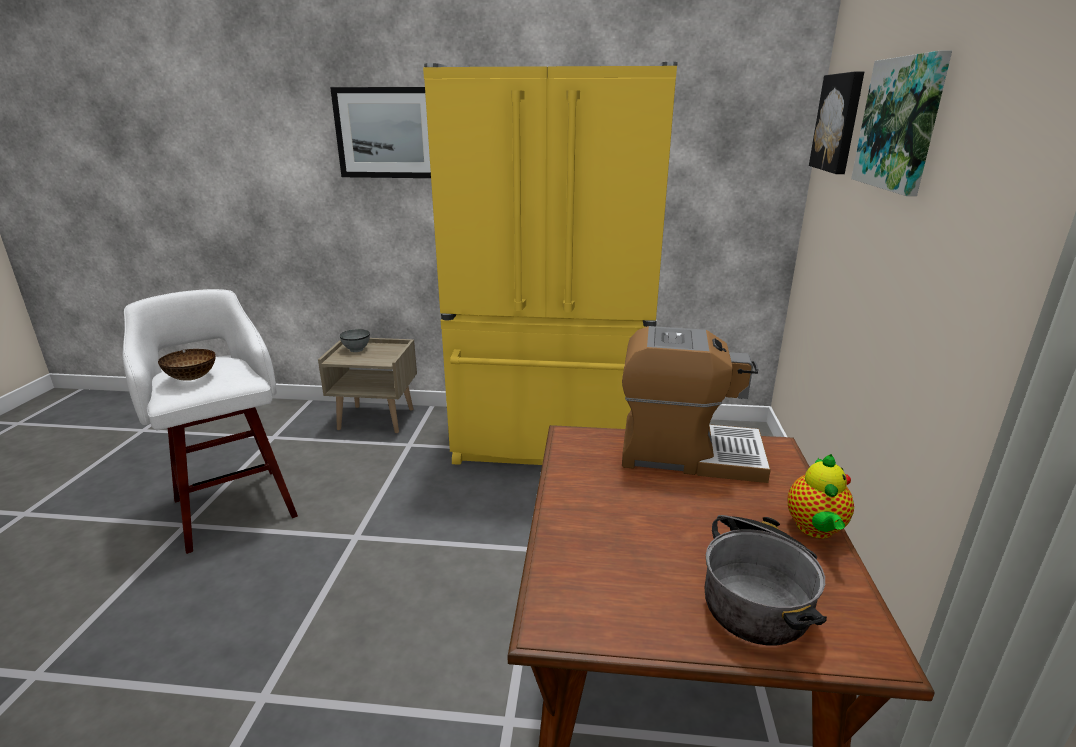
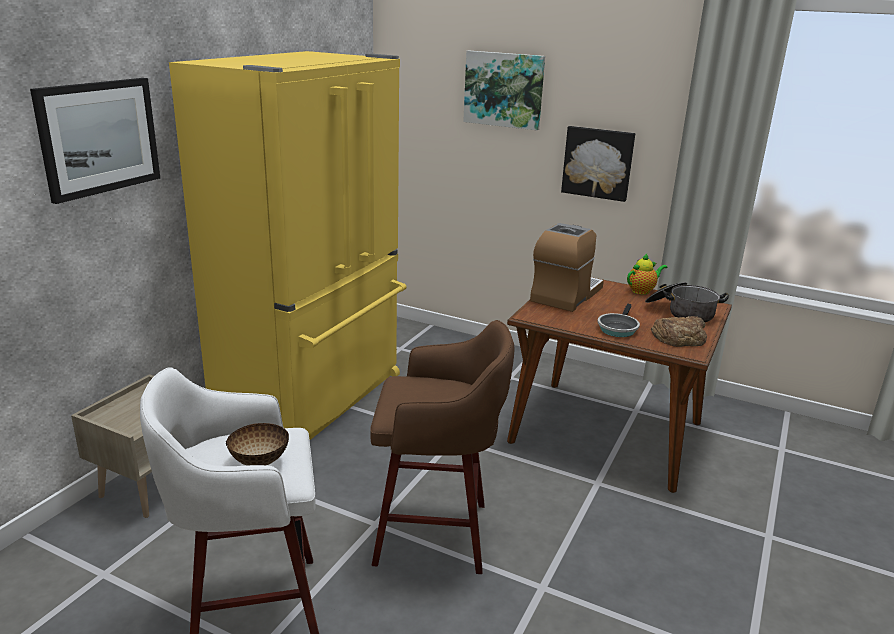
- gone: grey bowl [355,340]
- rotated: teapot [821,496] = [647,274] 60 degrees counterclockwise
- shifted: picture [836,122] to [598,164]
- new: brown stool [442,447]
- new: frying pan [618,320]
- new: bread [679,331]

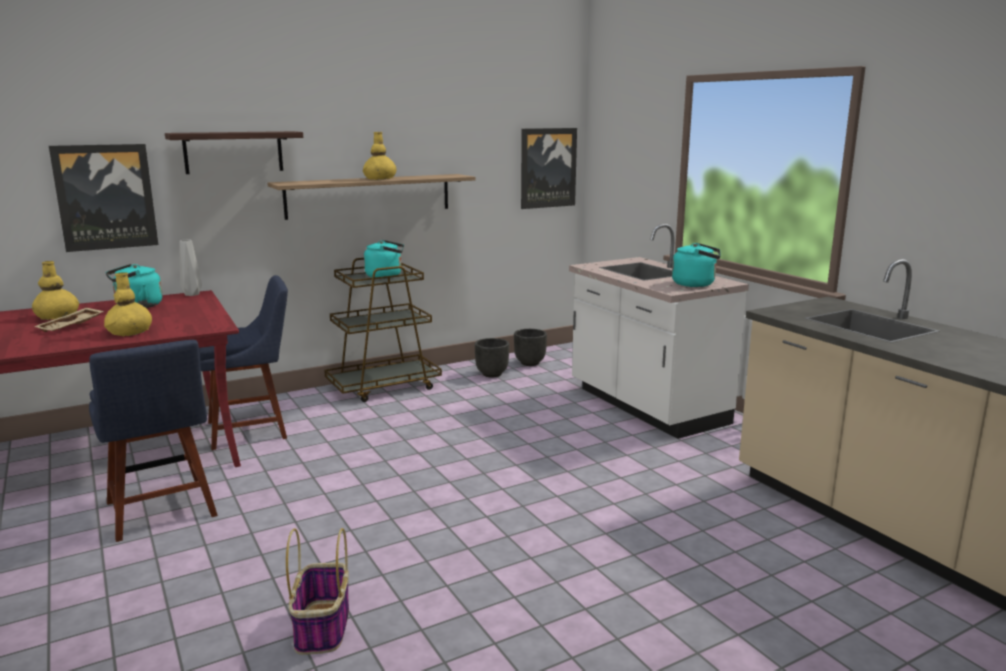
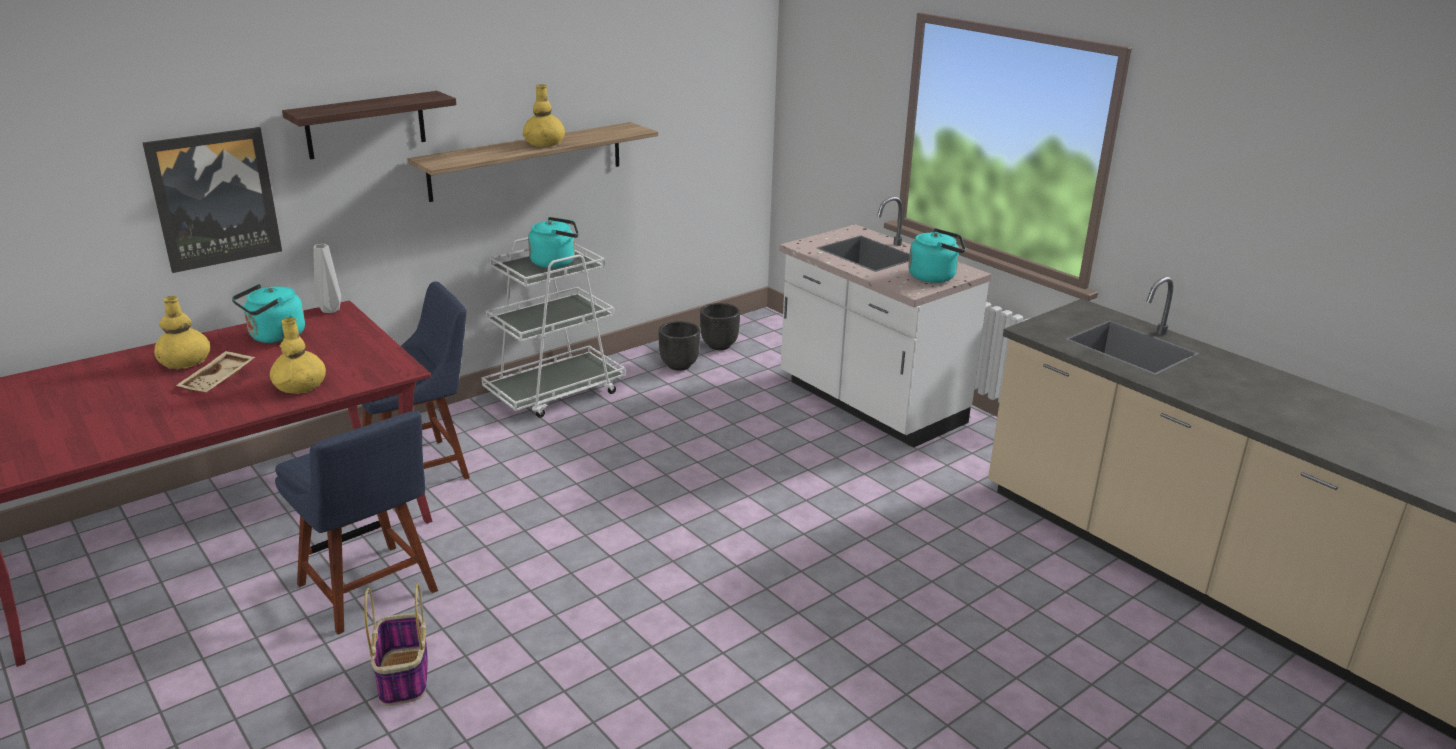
- shifted: basket [317,591] to [396,644]
- repainted: brown cart [383,330] to white cart [553,327]
- gone: picture [549,168]

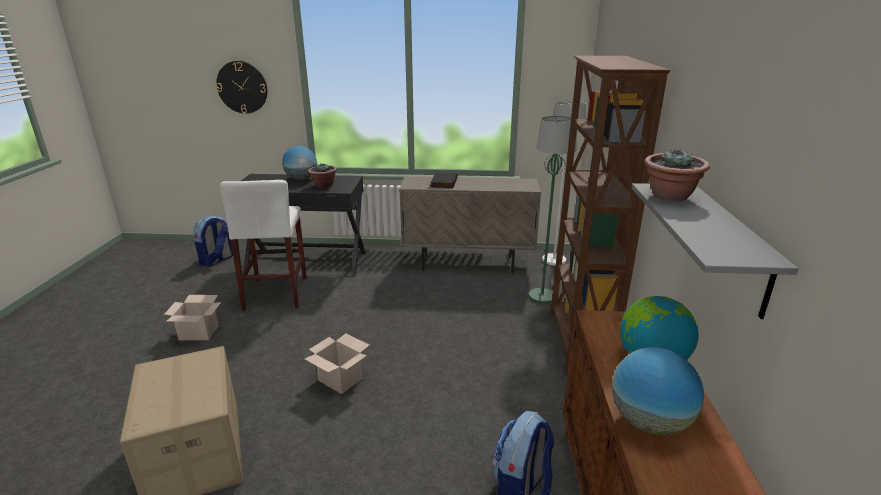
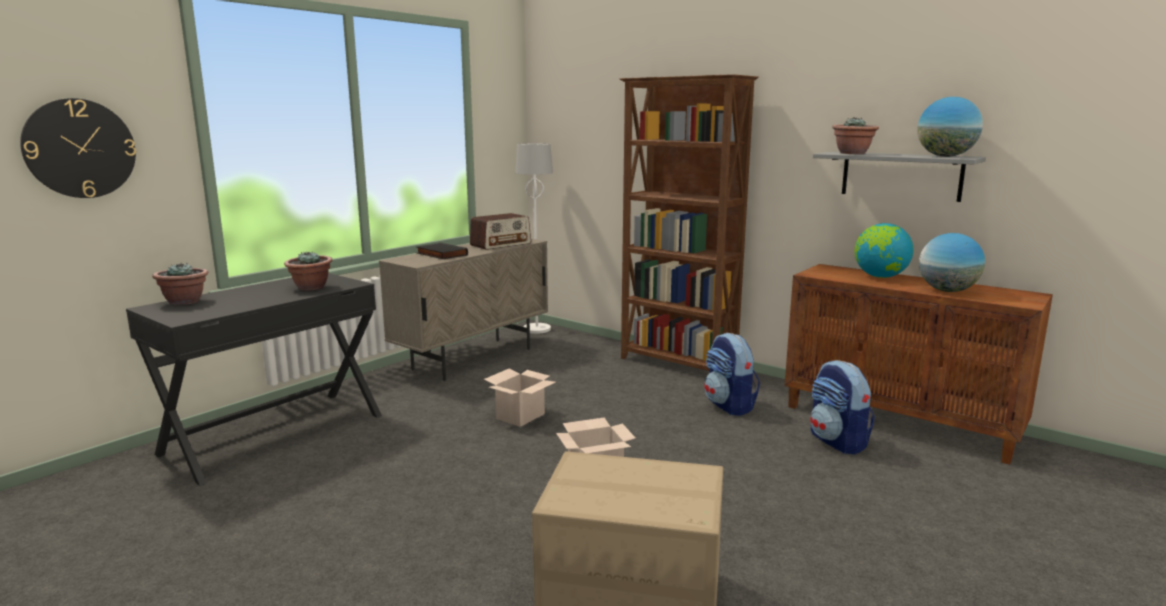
- shifted: cardboard box [192,317] to [520,398]
- shifted: backpack [213,241] to [732,374]
- gone: white stool [263,245]
- shifted: globe [299,163] to [950,127]
- gone: green floor lamp [553,210]
- new: potted plant [180,283]
- new: radio [500,231]

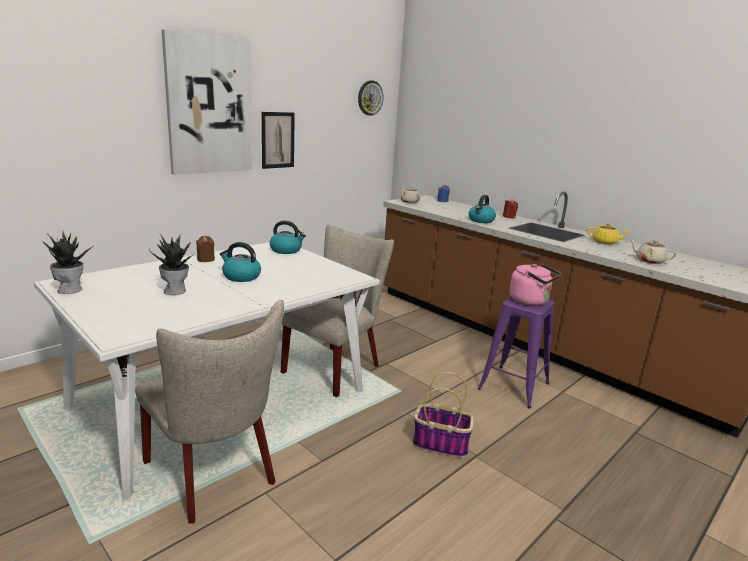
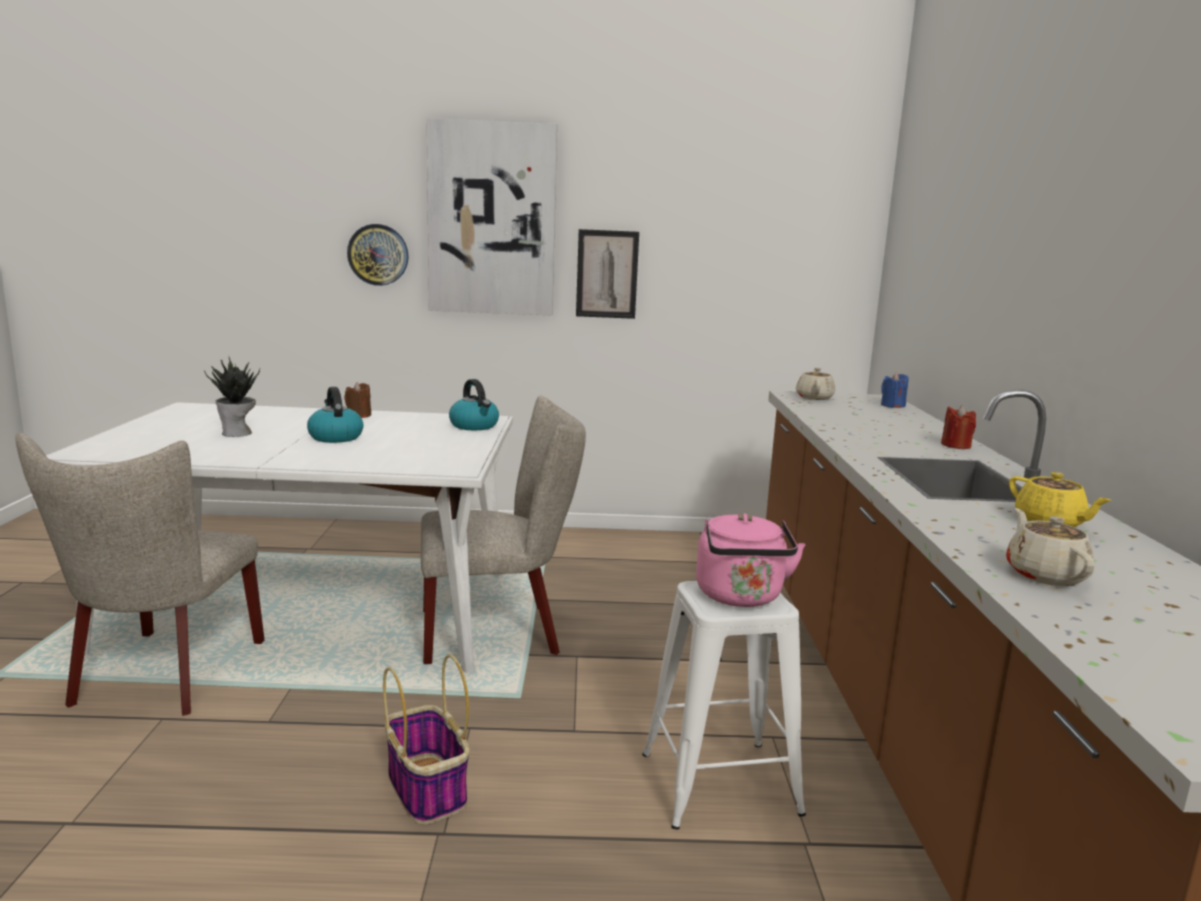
- gone: potted plant [67,262]
- shifted: wall clock [370,98] to [378,255]
- gone: kettle [482,209]
- repainted: purple stool [516,353] to white stool [724,705]

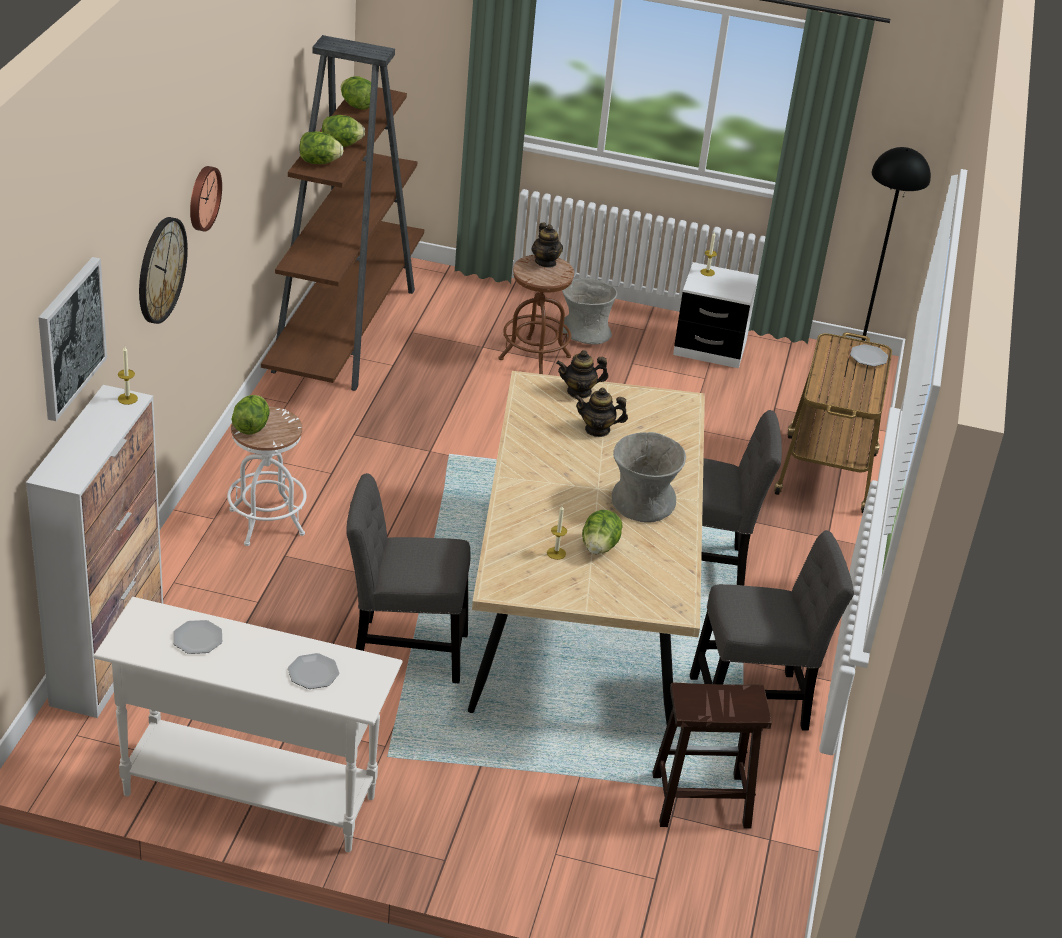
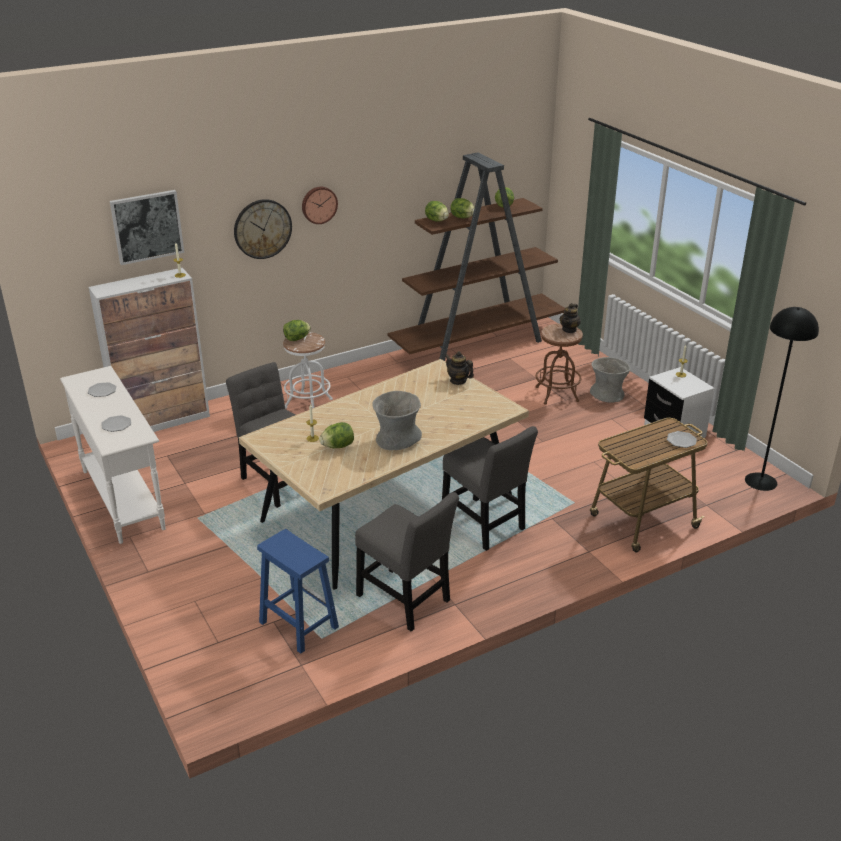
- gone: teapot [601,412]
- repainted: brown stool [712,756] to blue stool [298,591]

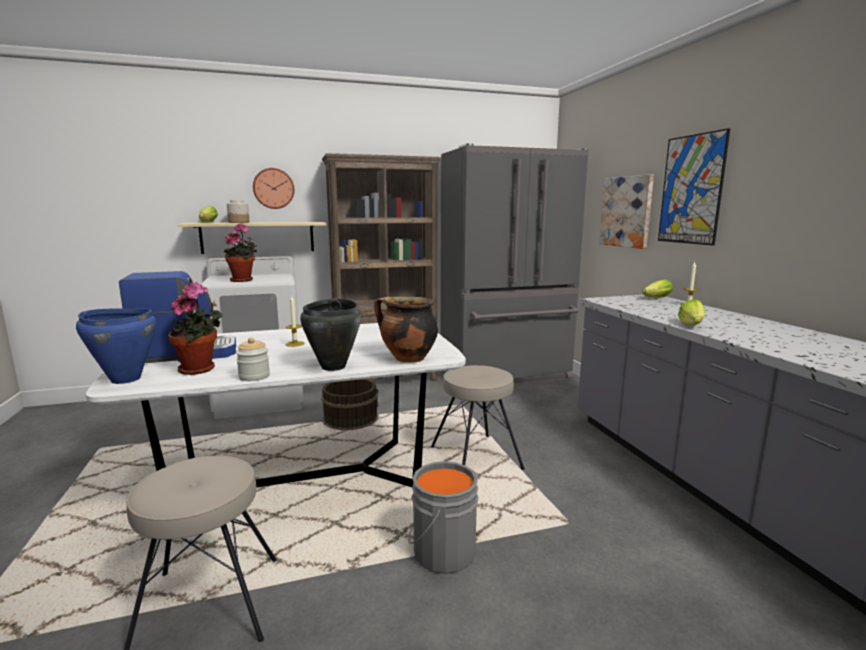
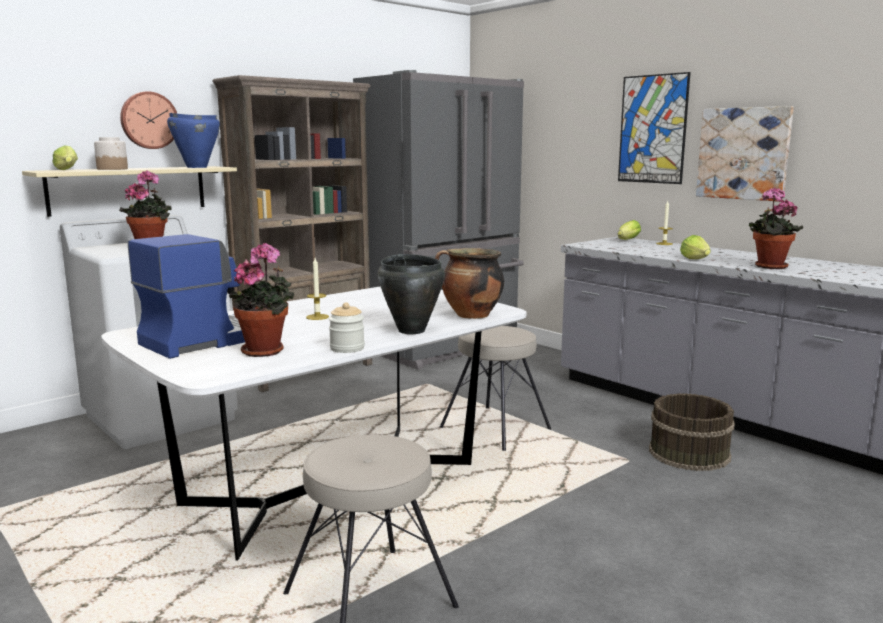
- shifted: blue cooking pot [116,346] to [193,140]
- shifted: brown bucket [349,404] to [692,432]
- gone: grey bucket [443,517]
- shifted: picture [626,211] to [745,153]
- new: potted plant [776,228]

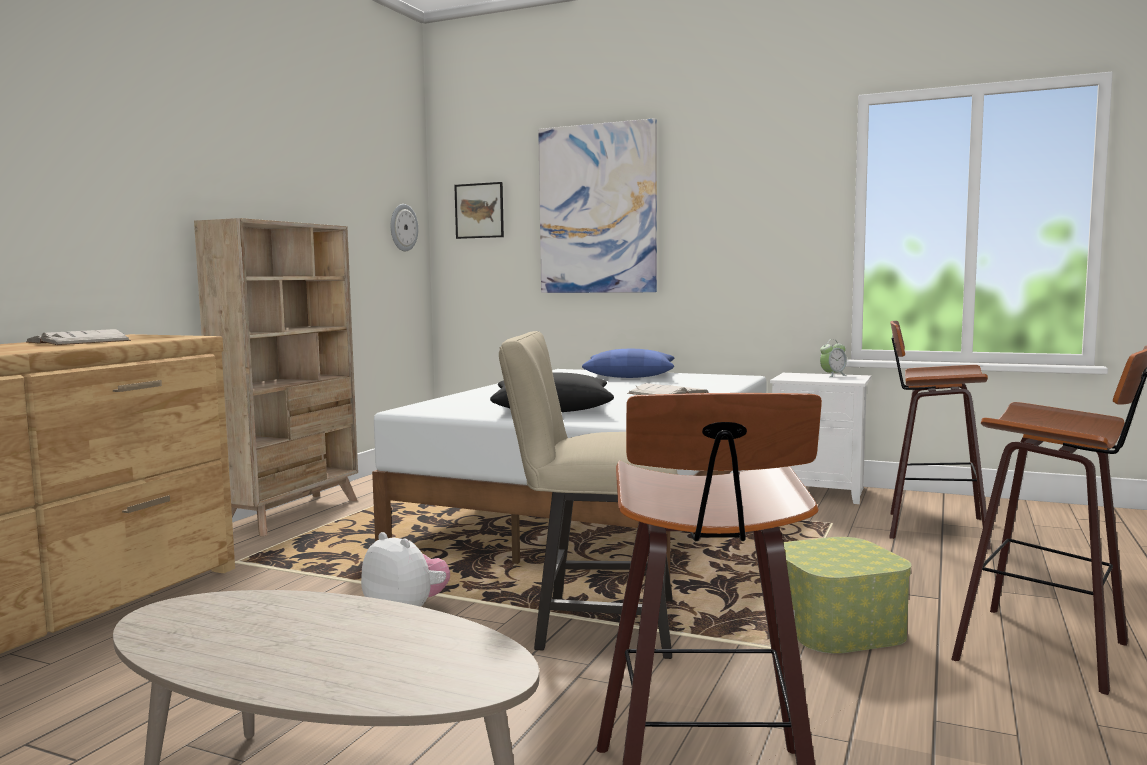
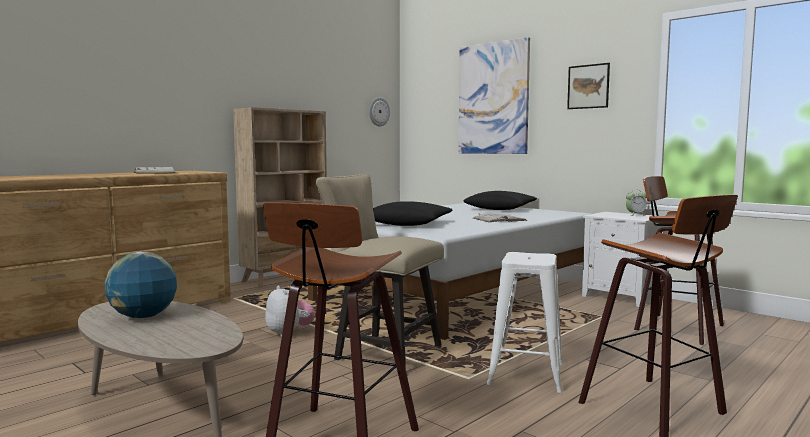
- shifted: picture [479,210] to [588,86]
- repainted: blue pillow [628,363] to black pillow [500,200]
- swapped: storage box [847,595] to white stool [525,322]
- new: globe [141,284]

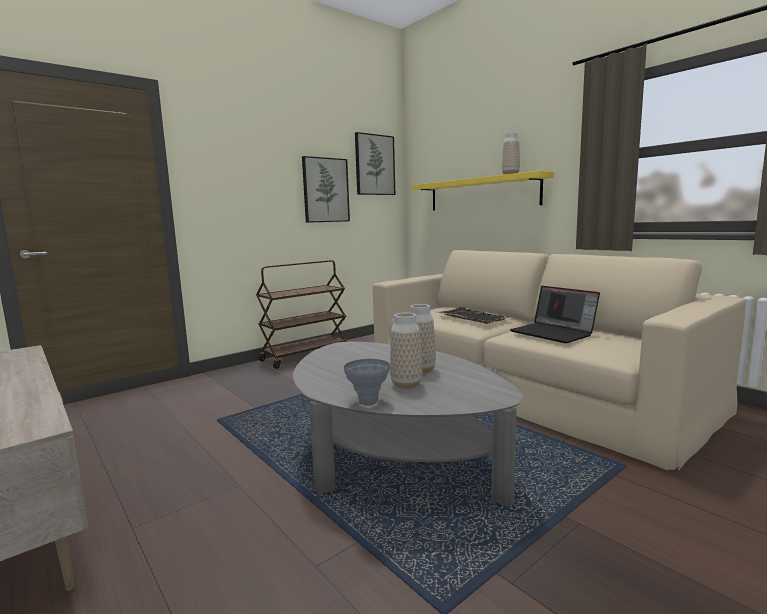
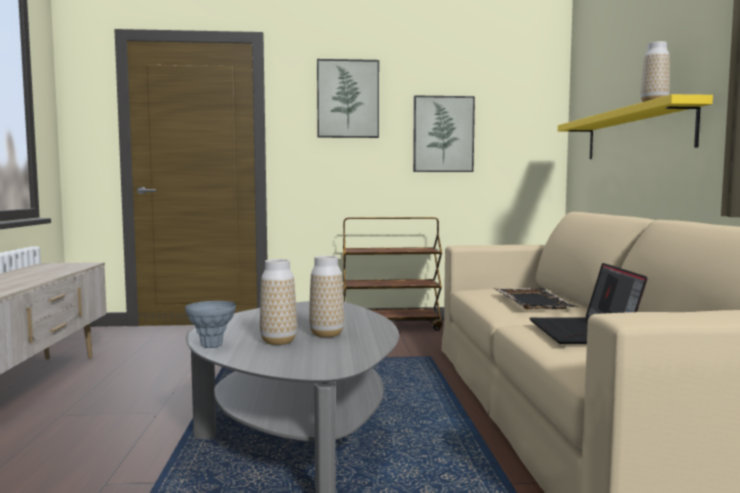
- shifted: picture [375,163] to [348,98]

